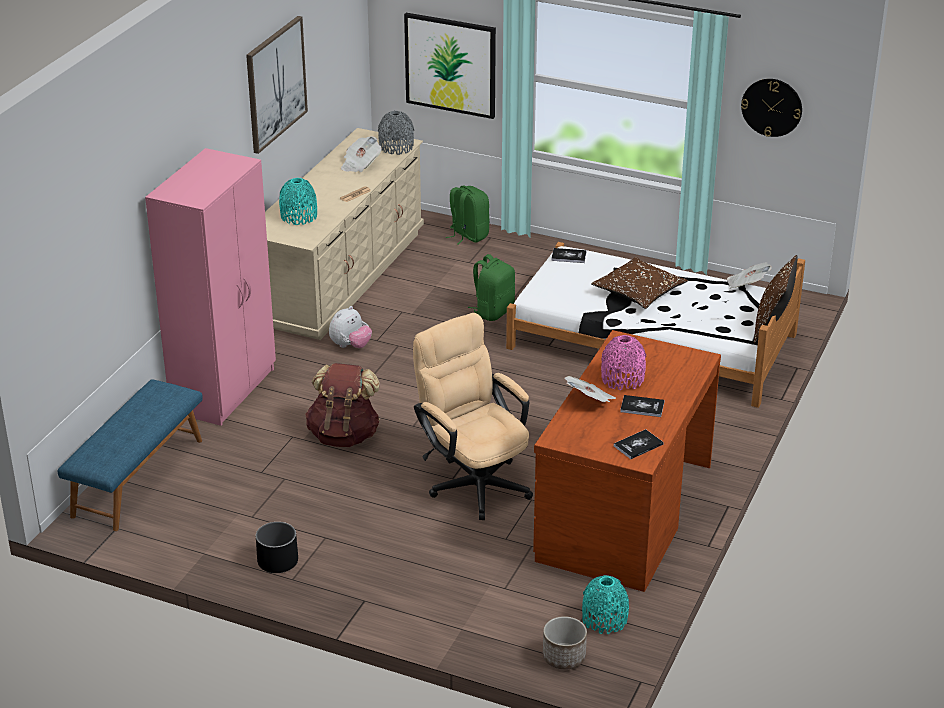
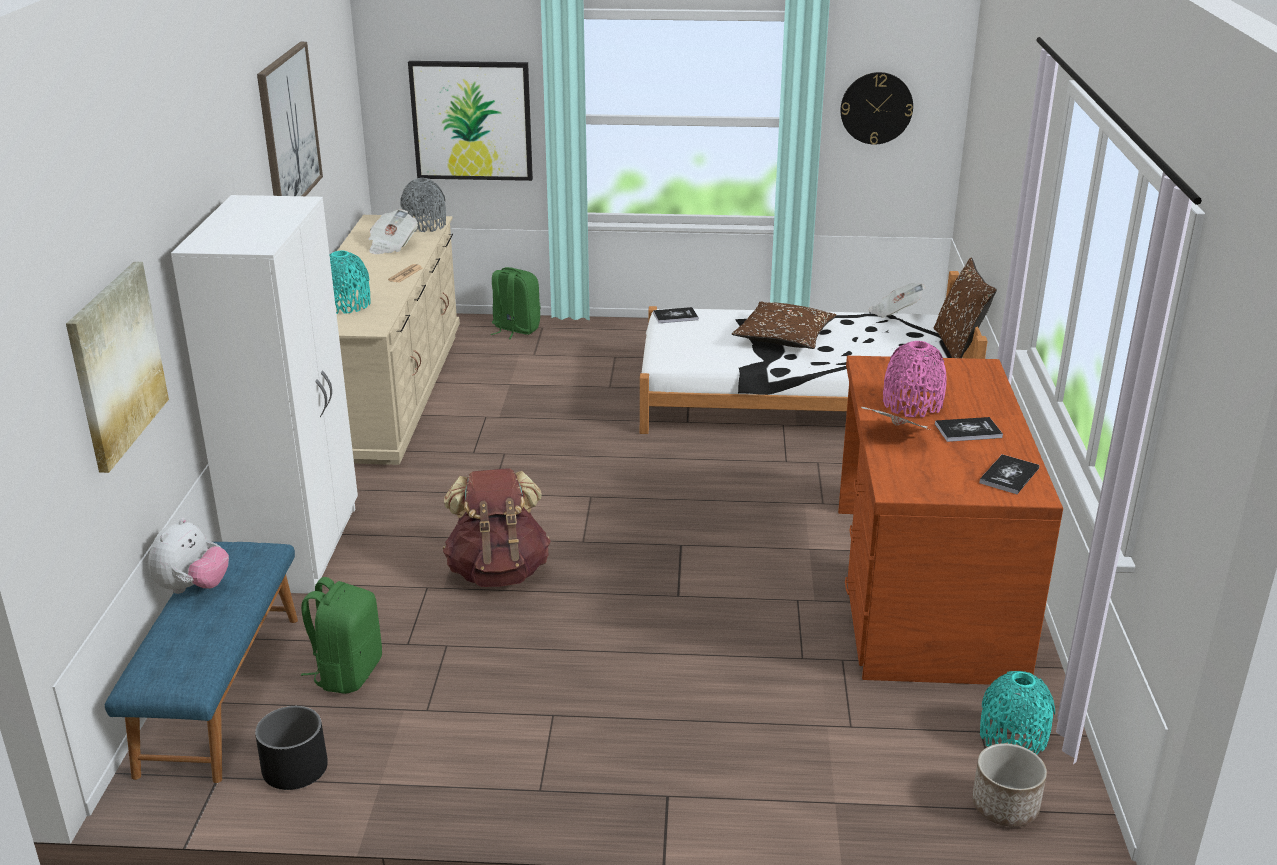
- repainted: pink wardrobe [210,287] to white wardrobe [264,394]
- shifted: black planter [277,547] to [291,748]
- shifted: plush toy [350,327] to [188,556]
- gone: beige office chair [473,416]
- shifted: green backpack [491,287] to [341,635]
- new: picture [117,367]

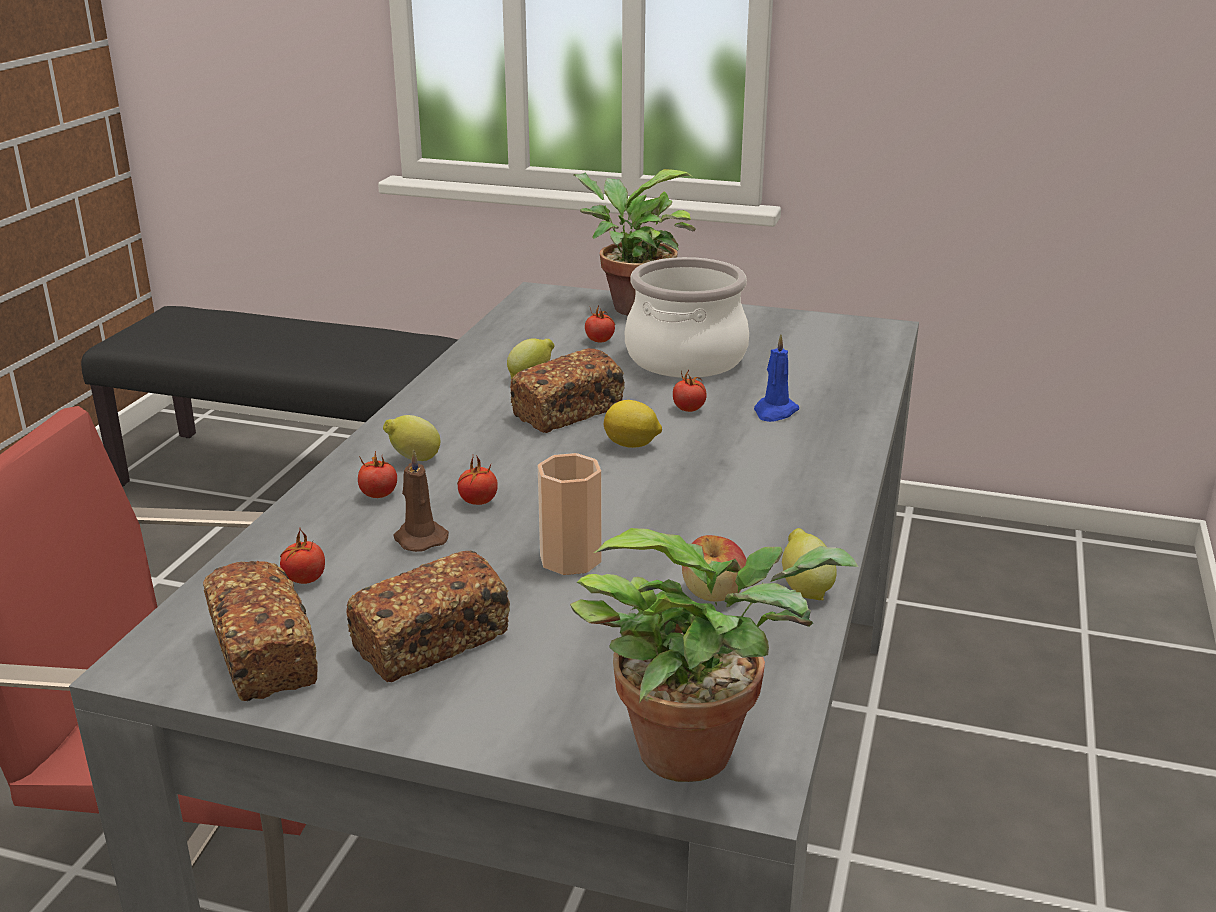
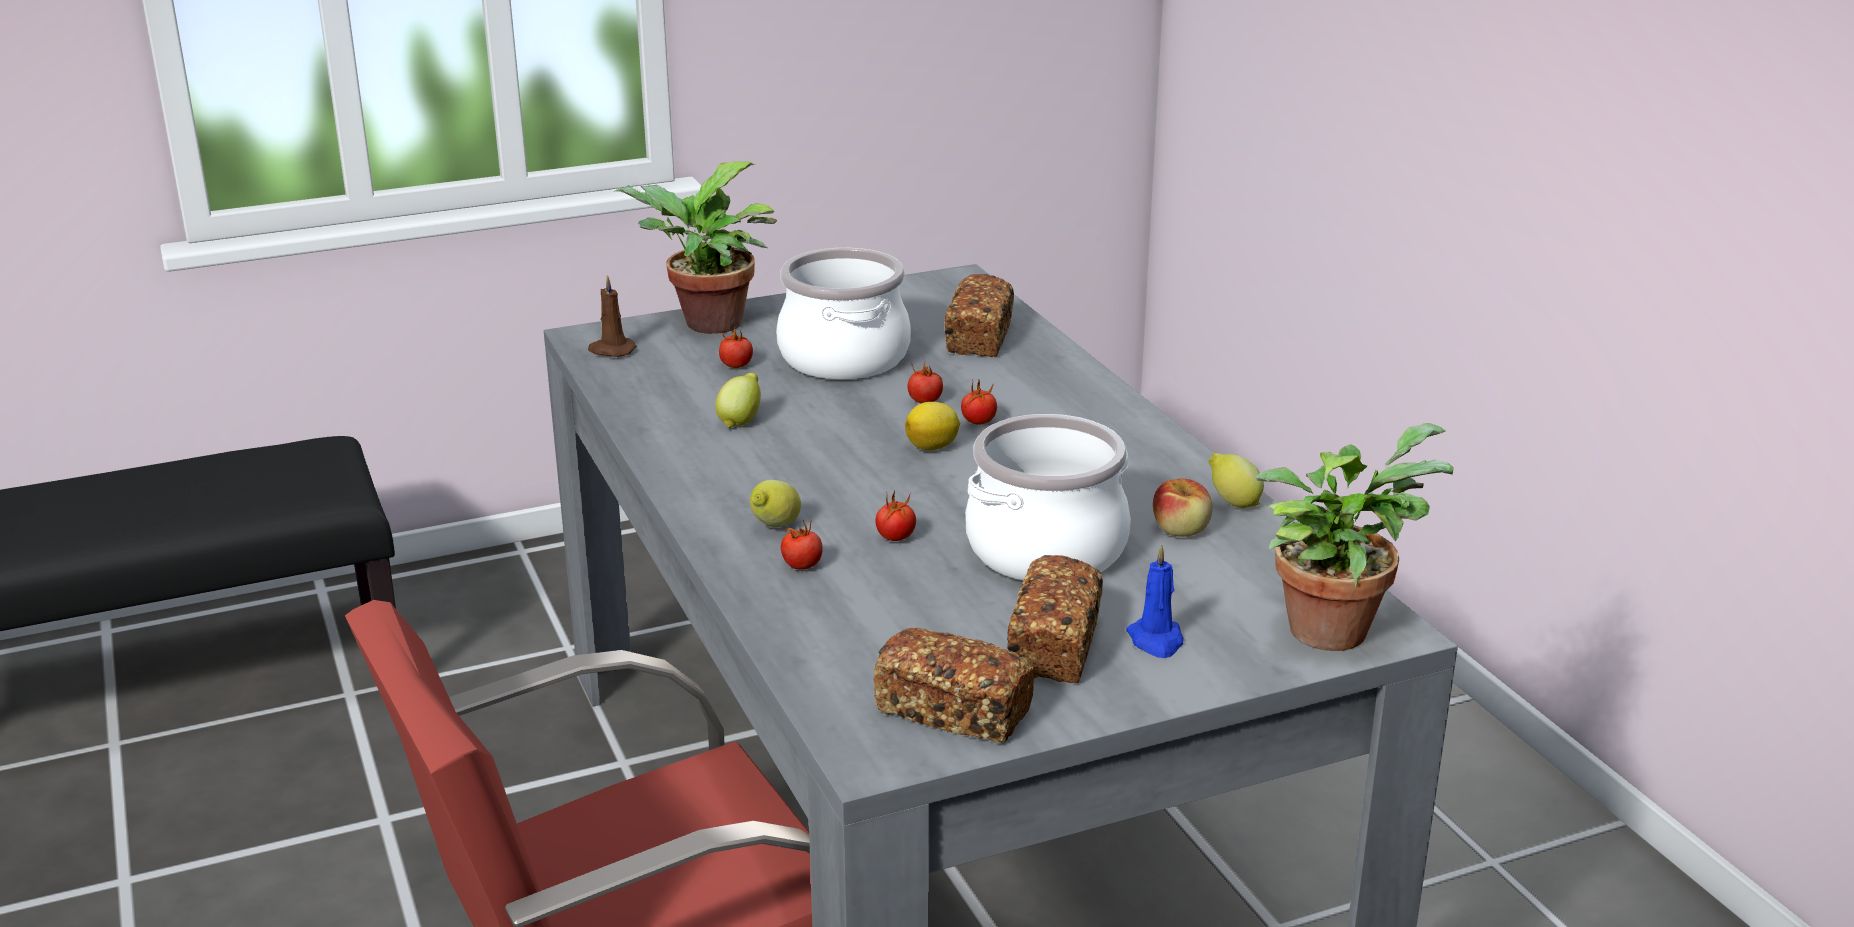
- shifted: tomato [302,556] to [979,402]
- shifted: brown candle [421,500] to [612,316]
- shifted: bread [567,390] to [979,315]
- swapped: cup [570,514] to cooking pot [1048,497]
- shifted: blue candle [776,378] to [1154,601]

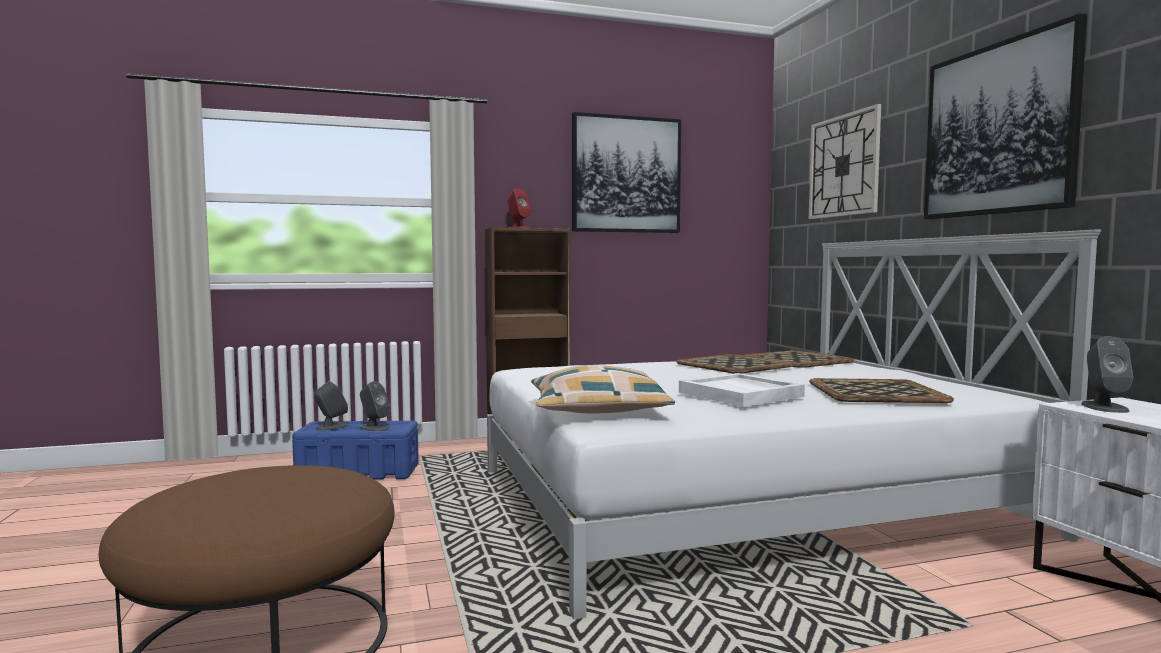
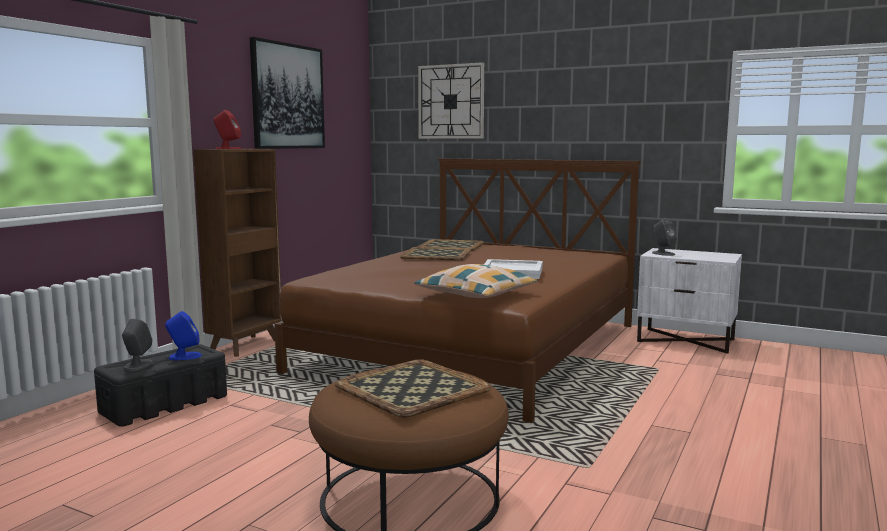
- repainted: blue storage box [355,450] to black storage box [160,385]
- repainted: grey speaker [375,406] to blue speaker [183,335]
- repainted: white bed [794,424] to brown bed [457,290]
- shifted: tray [881,390] to [413,388]
- gone: picture [1005,116]

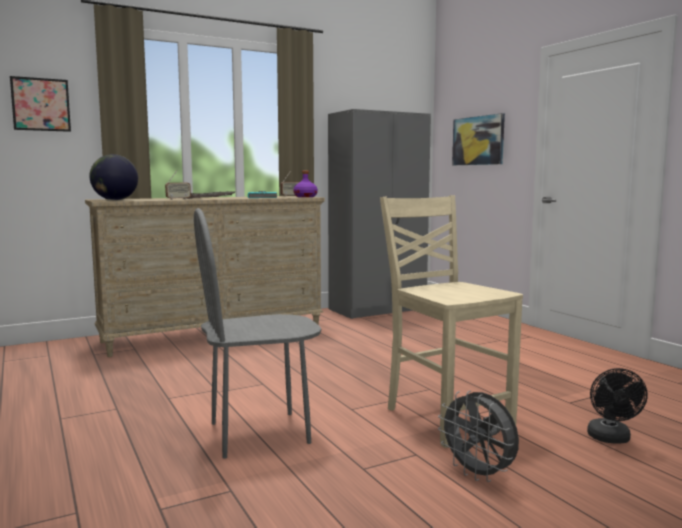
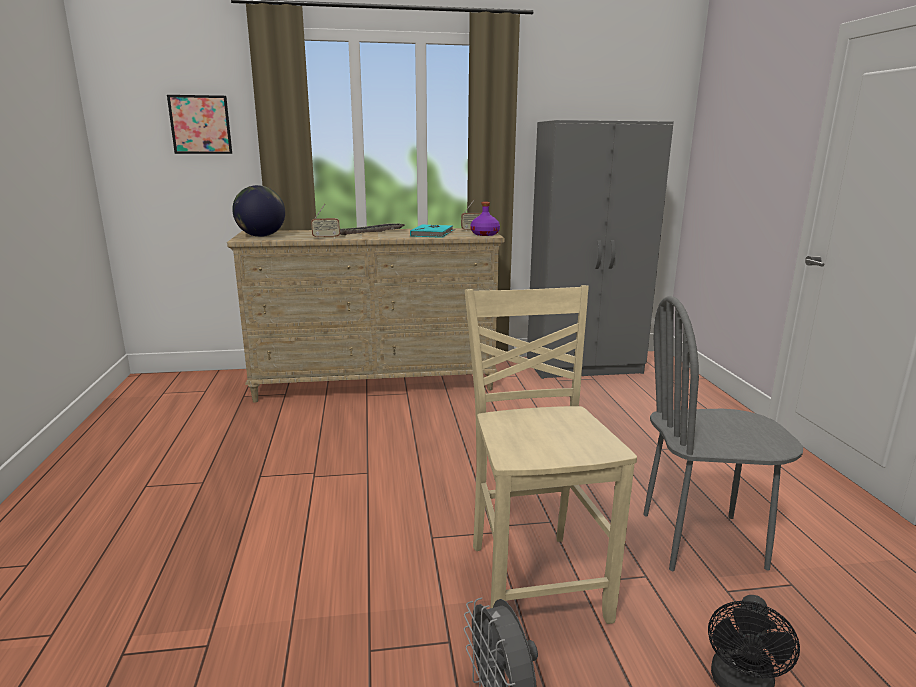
- shifted: grey chair [257,333] to [723,433]
- gone: picture [478,139]

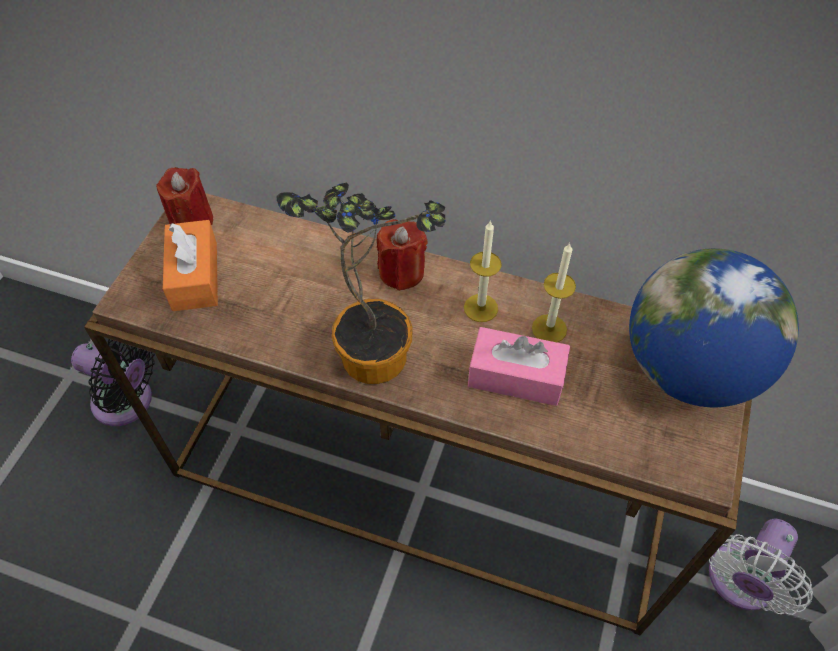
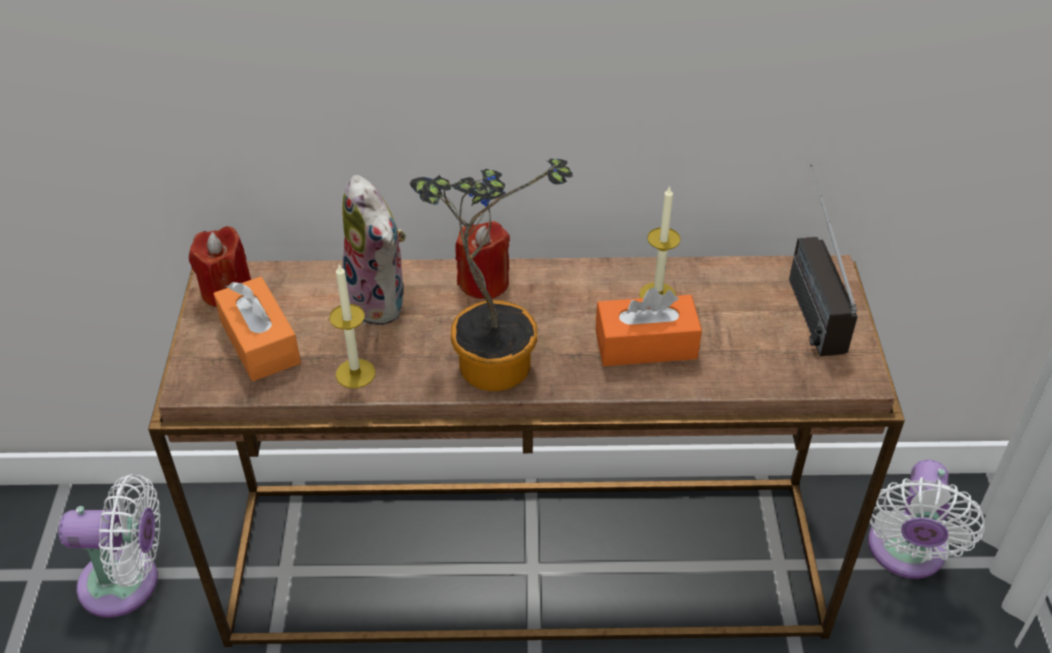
- repainted: black fan [113,382] to white fan [109,546]
- shifted: candle [483,271] to [352,326]
- repainted: pink tissue box [519,366] to orange tissue box [649,327]
- swapped: globe [714,327] to radio [823,260]
- new: plush toy [374,250]

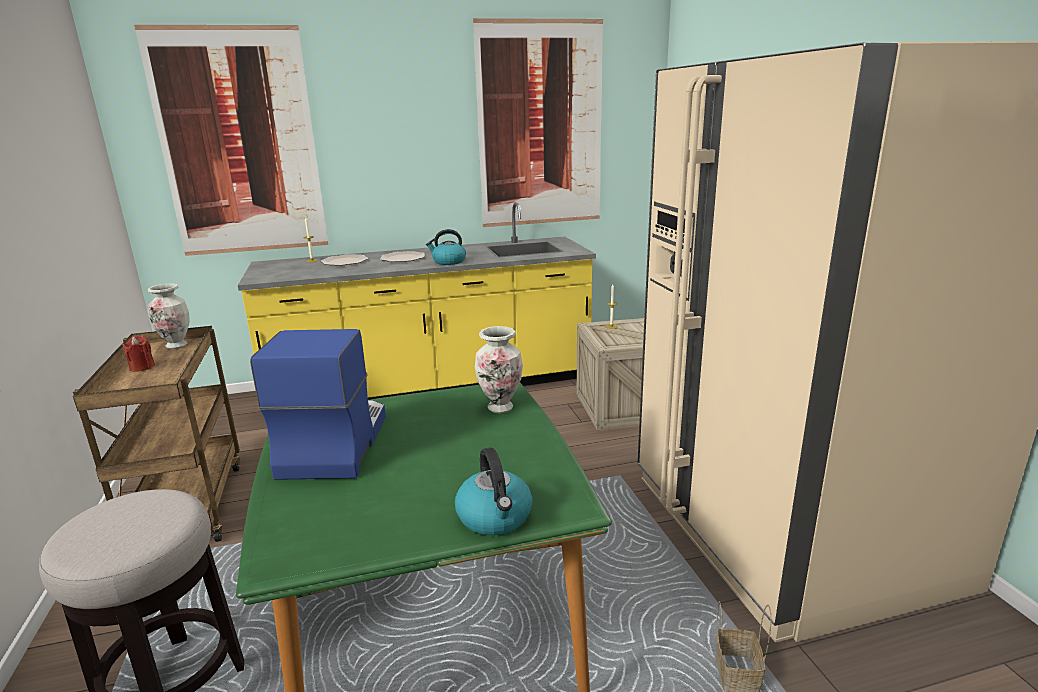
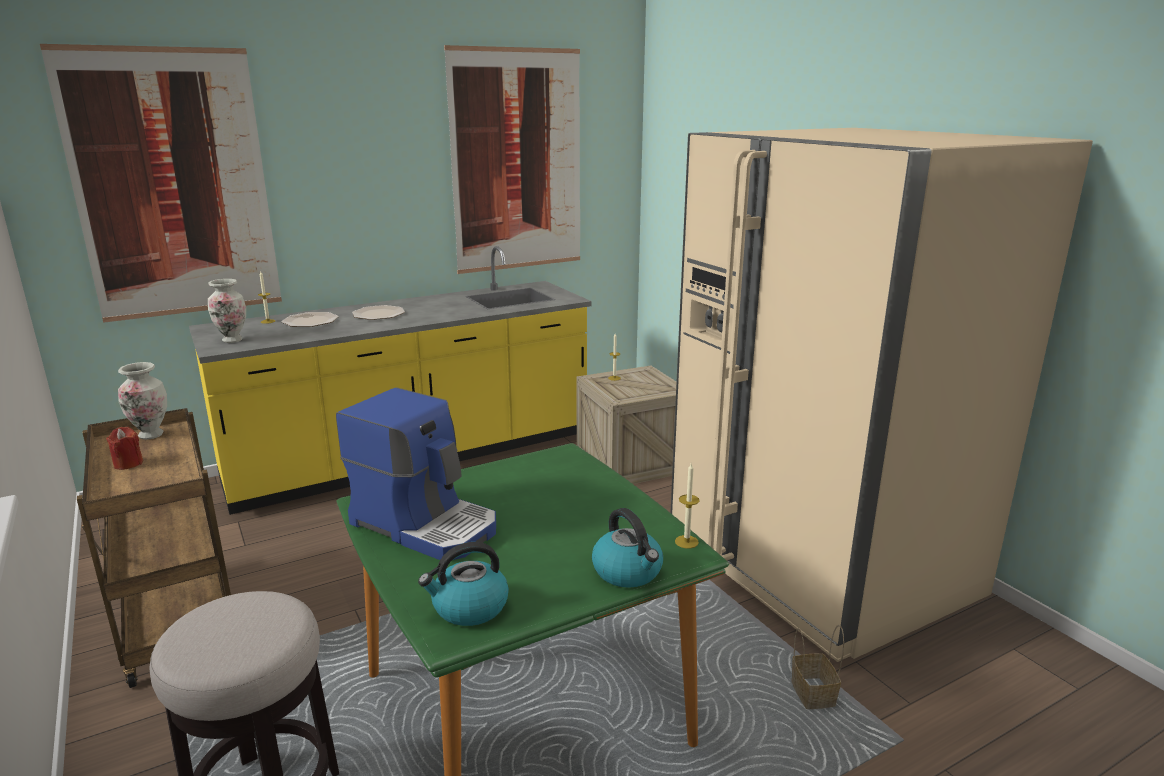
- rotated: coffee machine [318,404] = [416,473] 135 degrees clockwise
- shifted: kettle [446,247] to [463,584]
- shifted: vase [499,369] to [227,311]
- new: candle [687,505]

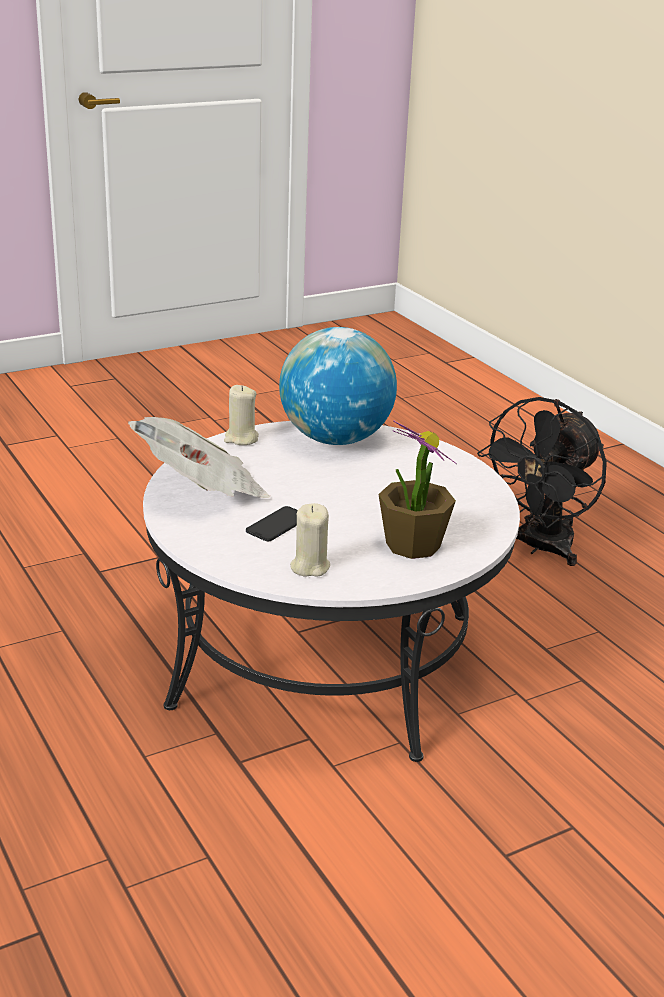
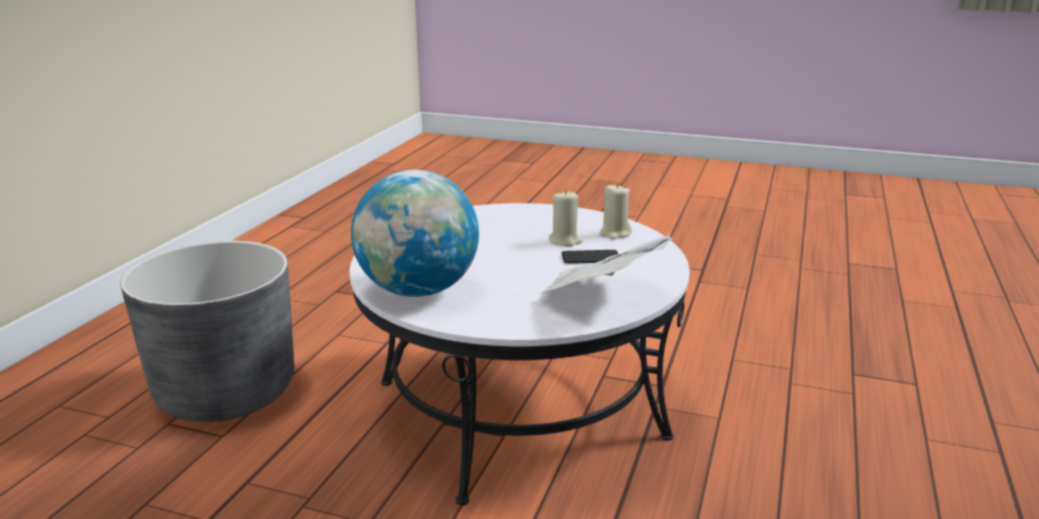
- shifted: beige candle [241,415] to [565,218]
- gone: potted plant [417,489]
- swapped: black fan [542,481] to grey planter [207,331]

